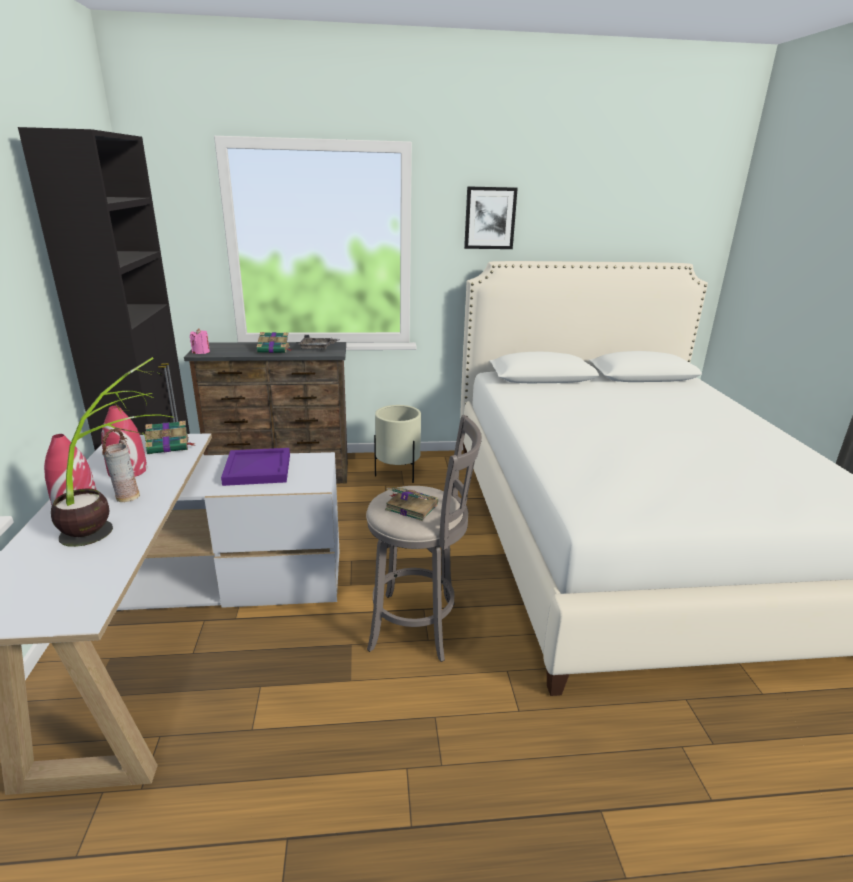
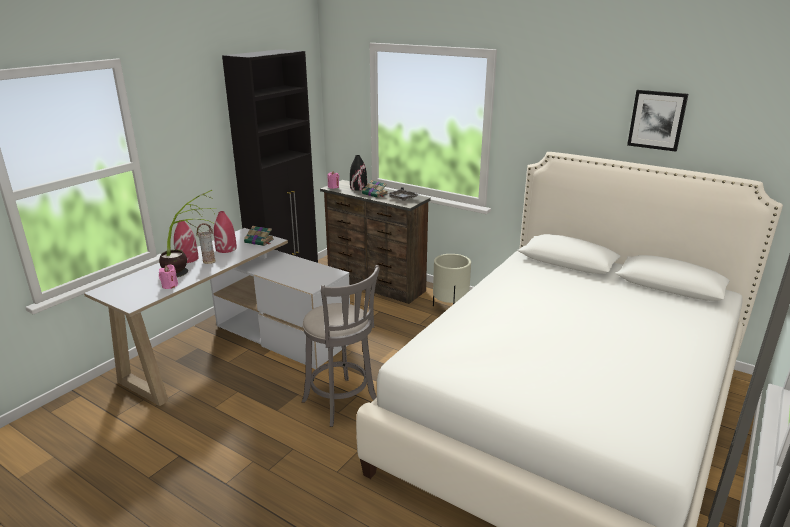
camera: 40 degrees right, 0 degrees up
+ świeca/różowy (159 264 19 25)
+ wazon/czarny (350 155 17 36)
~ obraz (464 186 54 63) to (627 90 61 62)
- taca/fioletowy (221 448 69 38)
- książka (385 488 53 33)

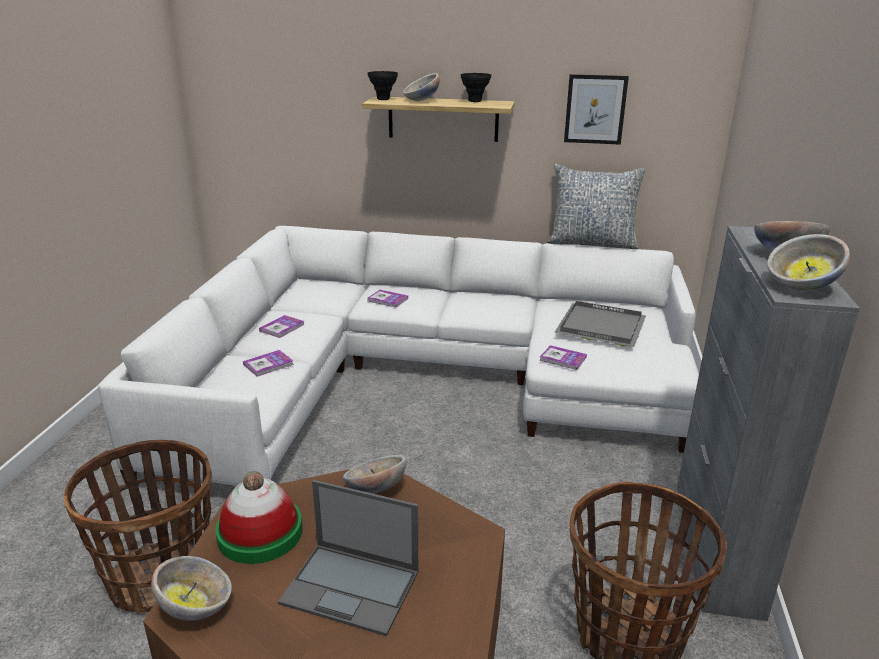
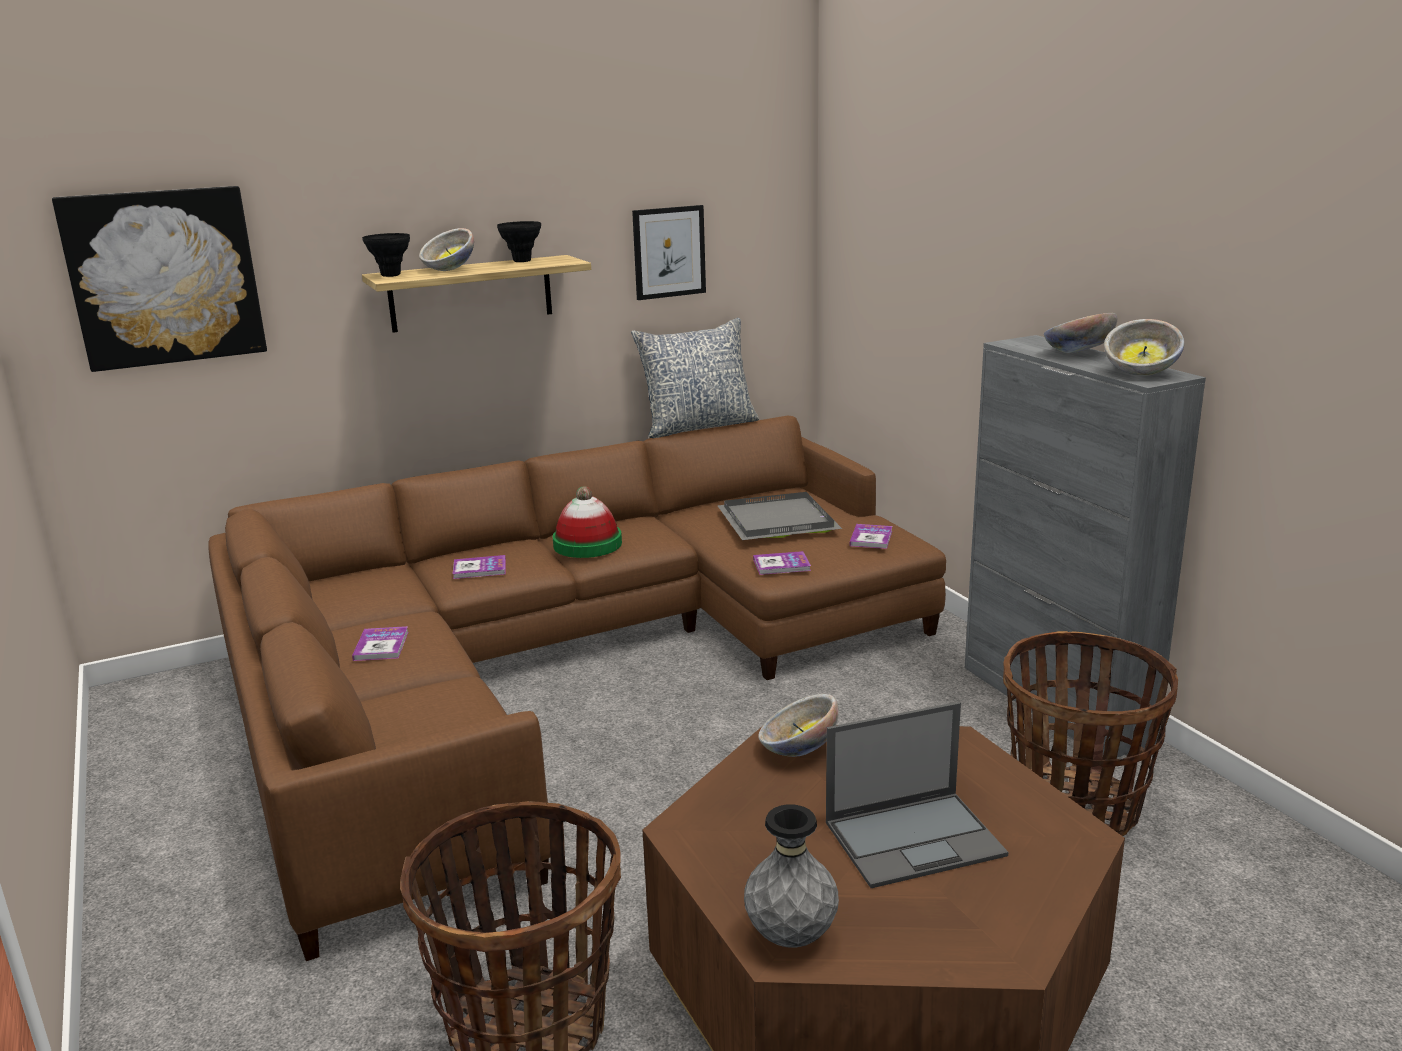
camera: 35 degrees left, 5 degrees down
+ obraz (52 186 215 186)
~ kanapa/biały (98 226 601 260) to kanapa/brązowy (208 416 738 545)
~ kapelusz (215 471 87 93) to (553 486 69 72)
~ miska (151 556 81 65) to wazon/szary (744 804 95 144)
~ książka (243 350 51 27) to (850 524 42 25)

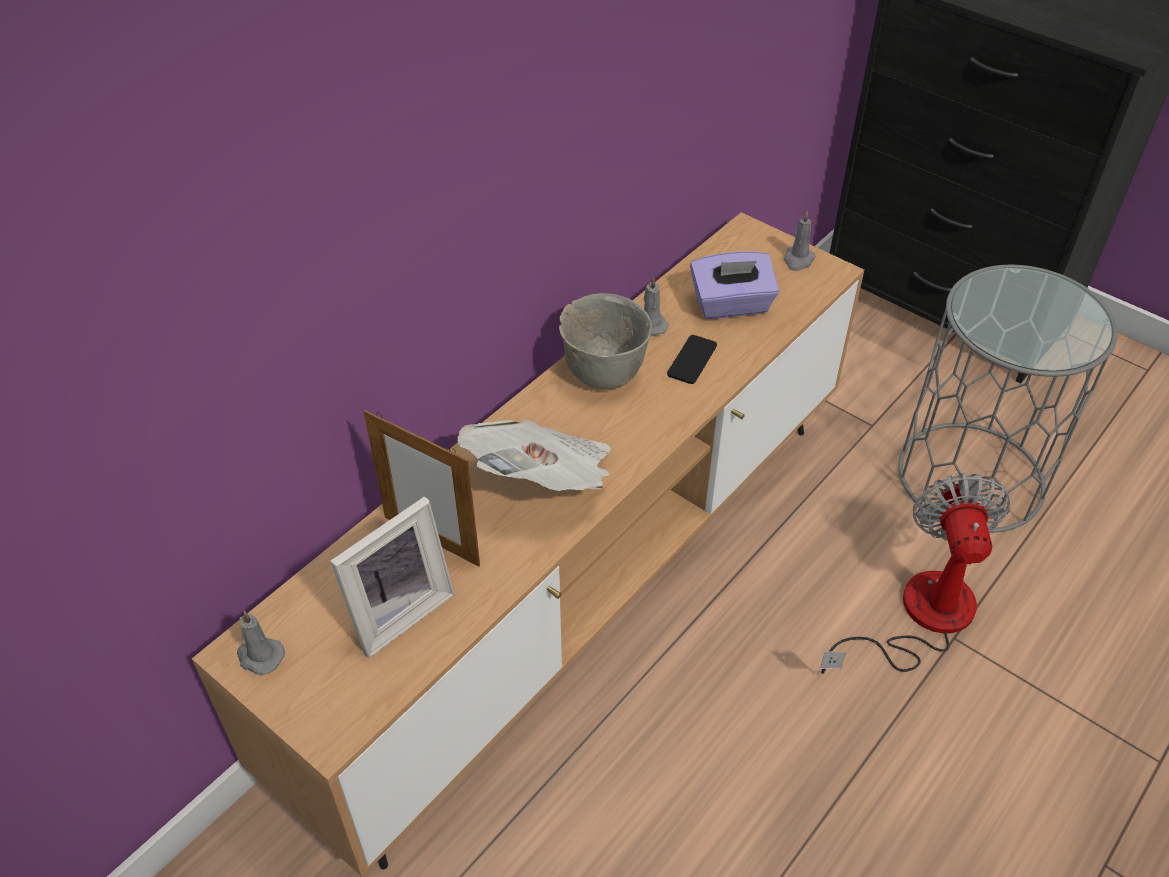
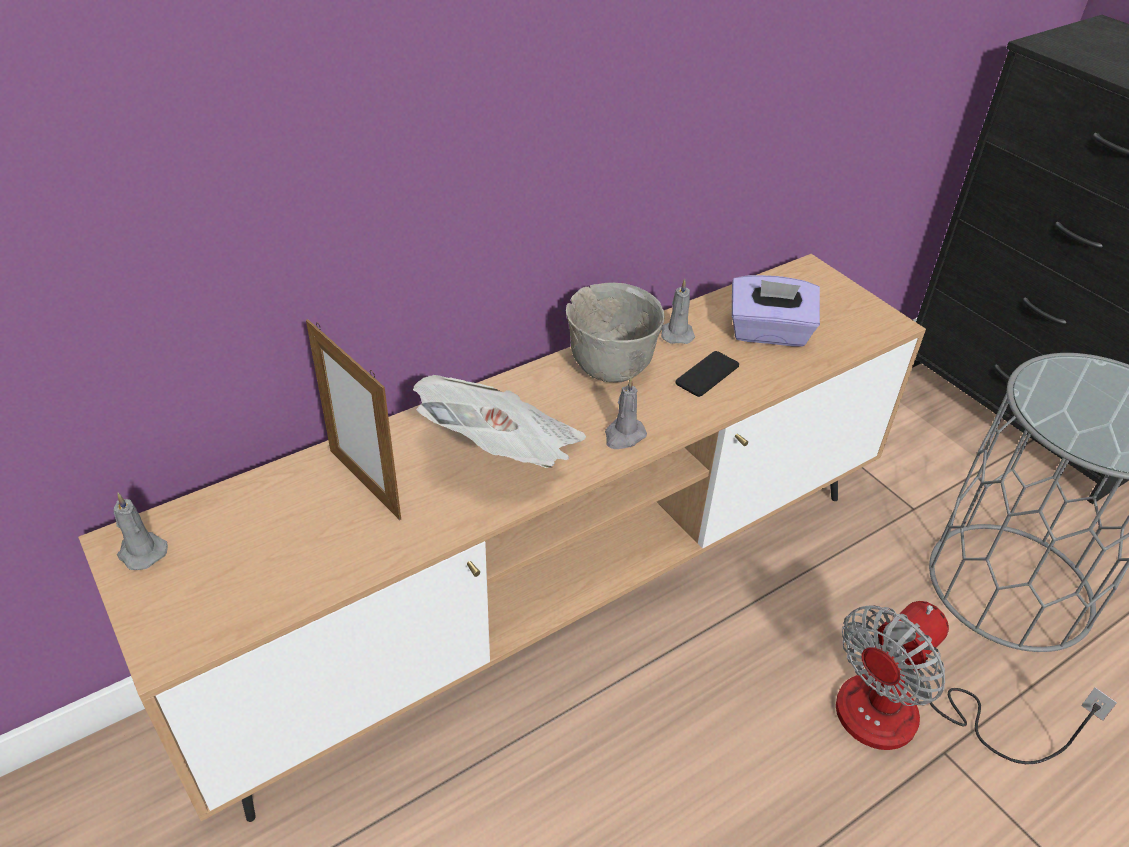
camera: 15 degrees right, 5 degrees down
~ świeca/szary (784 211 32 60) to (605 377 42 72)
~ wentylator (820 473 190 201) = (836 601 281 163) 150 degrees counterclockwise
- ramka na zdjęcie (330 496 124 162)

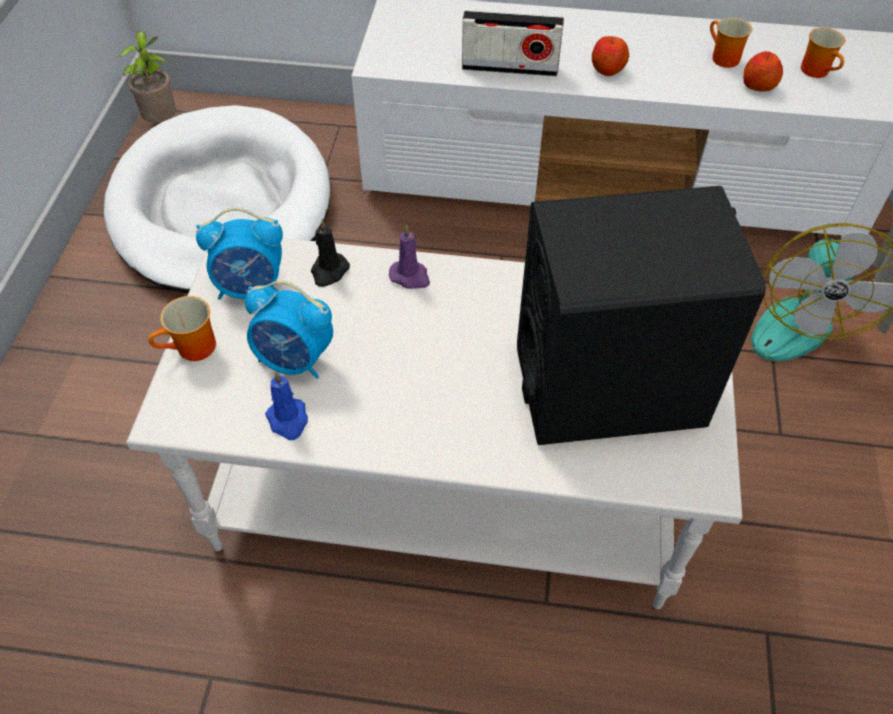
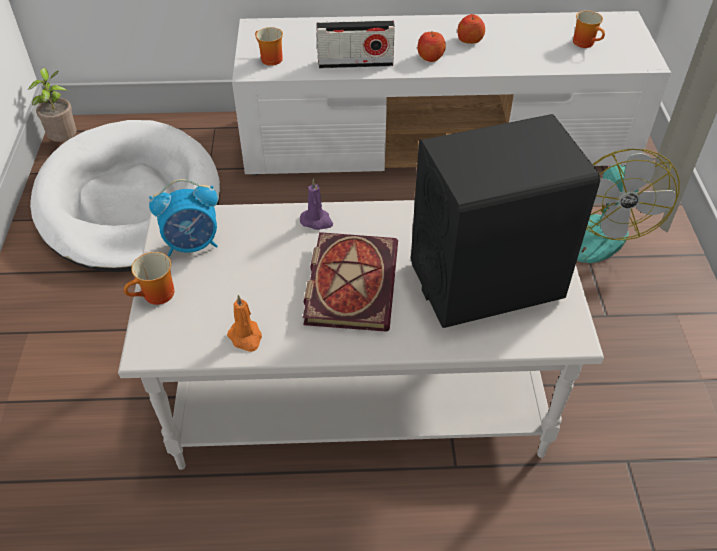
camera: 10 degrees left, 5 degrees down
~ świeca/niebieski (265 371 43 69) to świeca/pomarańczowy (227 295 35 57)
~ kubek (710 18 43 50) to (255 27 28 39)
+ książka (303 232 95 100)
~ jabłko (743 51 40 41) to (457 14 28 30)
- budzik (245 281 88 98)
- świeca/czarny (311 219 39 68)

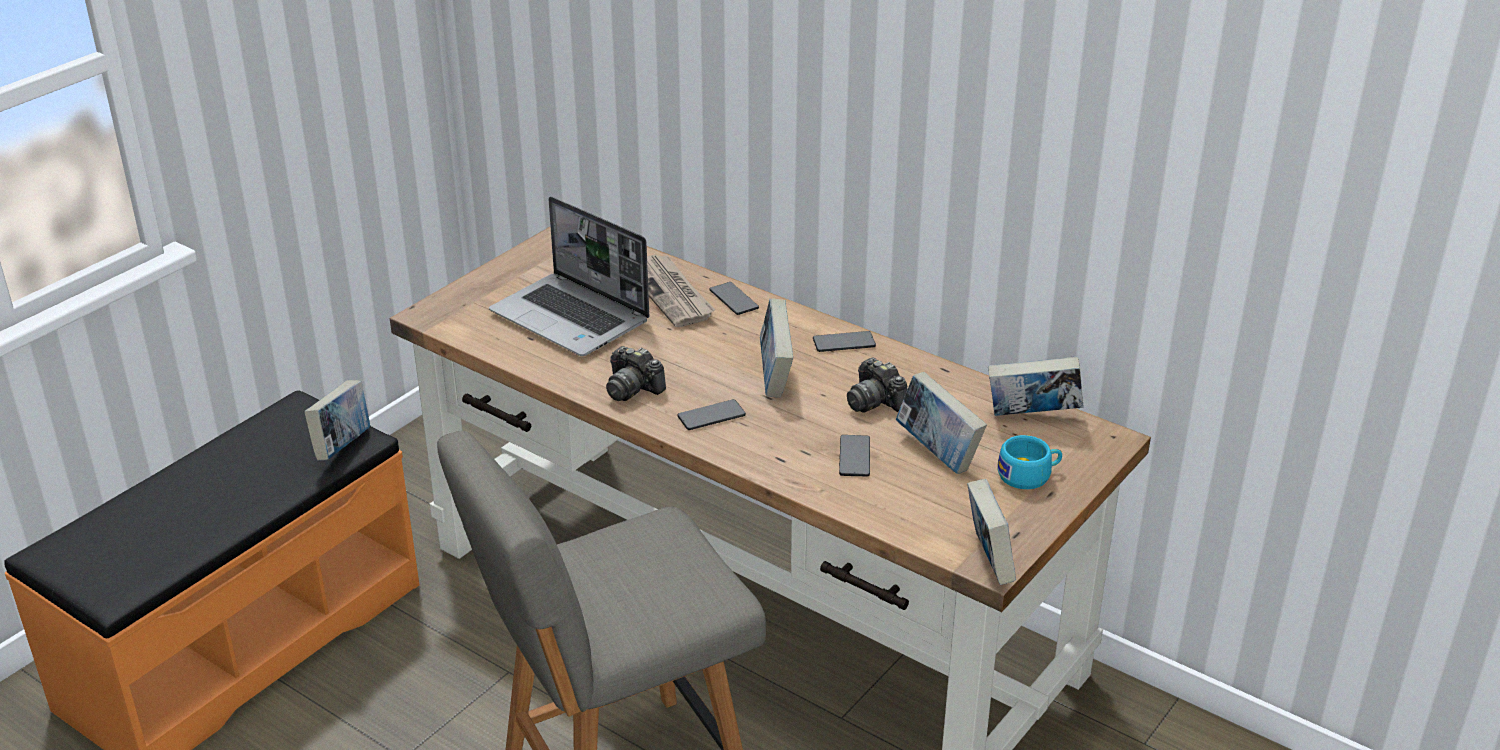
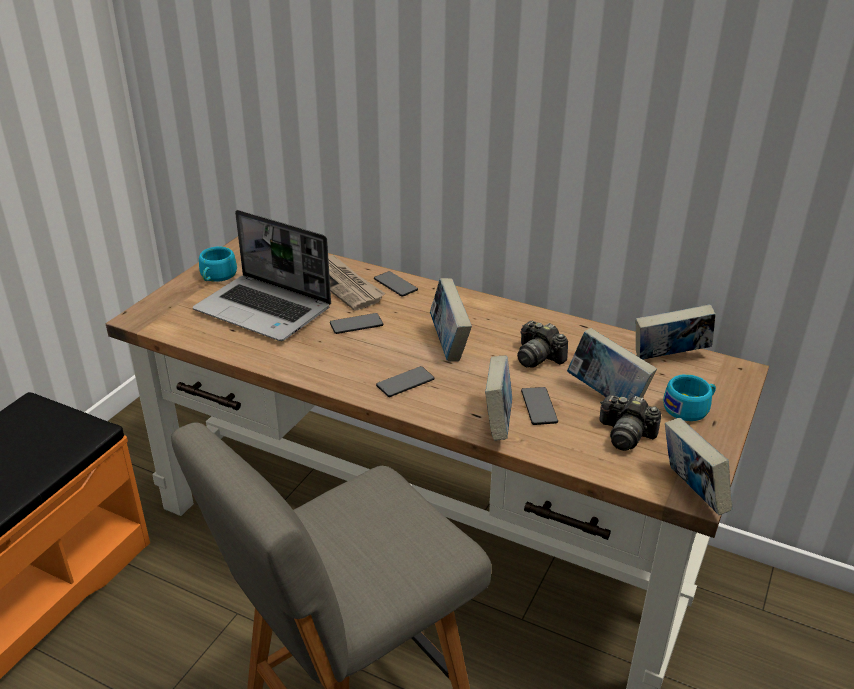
camera: 10 degrees left, 0 degrees up
+ filiżanka/turkusowy (199 246 38 36)
~ telefon (813 331 63 21) to (330 313 53 21)
~ książka (304 380 66 81) to (485 356 27 85)
~ aparat fotograficzny (606 346 60 55) to (600 395 61 56)

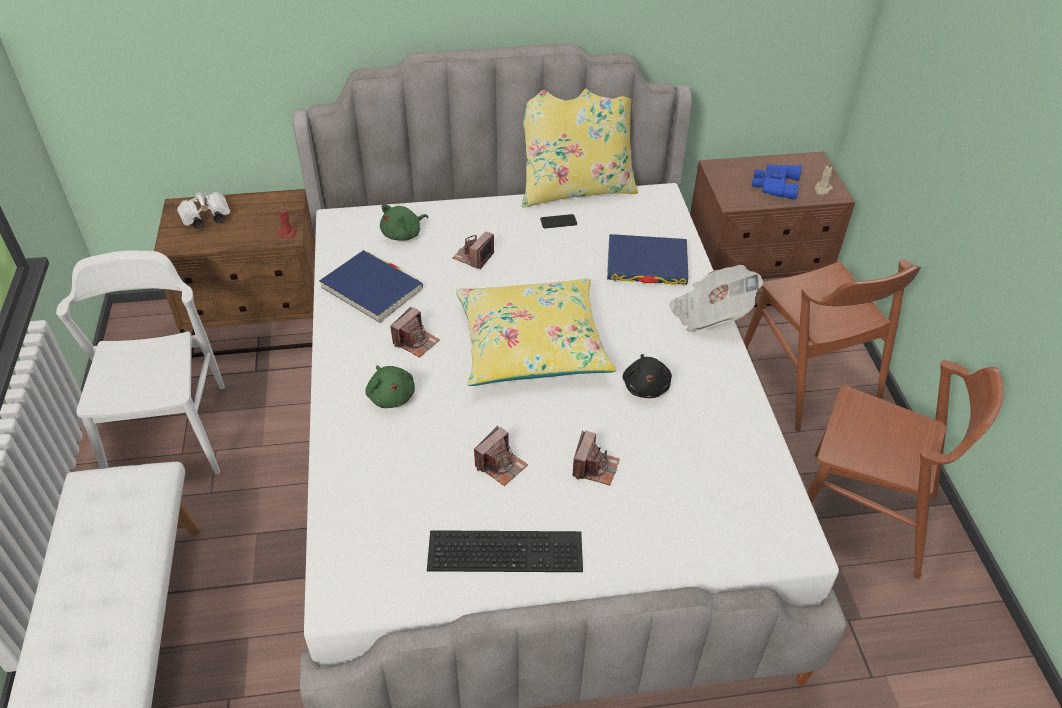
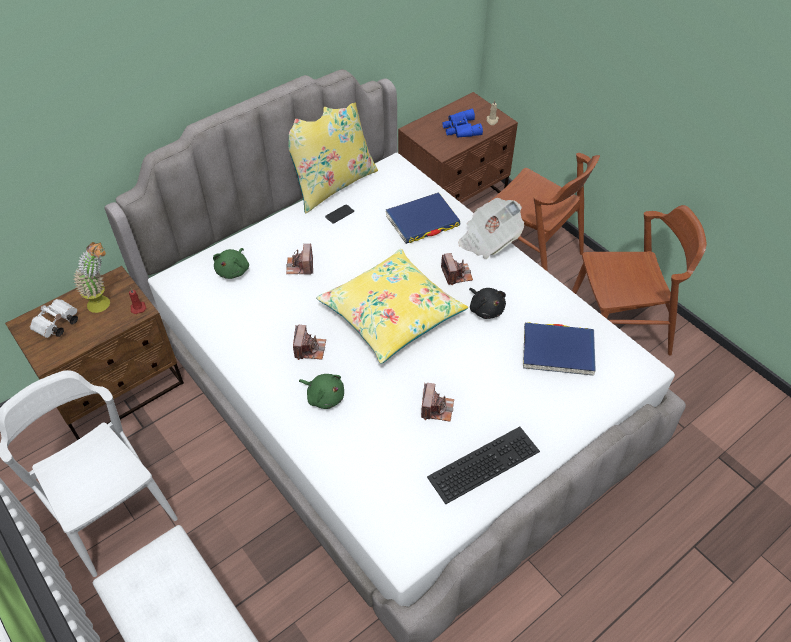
camera: 30 degrees left, 5 degrees up
+ roślina doniczkowa (74 242 36 71)
~ aparat fotograficzny (572 430 48 55) to (441 253 32 32)
~ książka/niebieski (319 250 104 73) to (523 322 73 54)

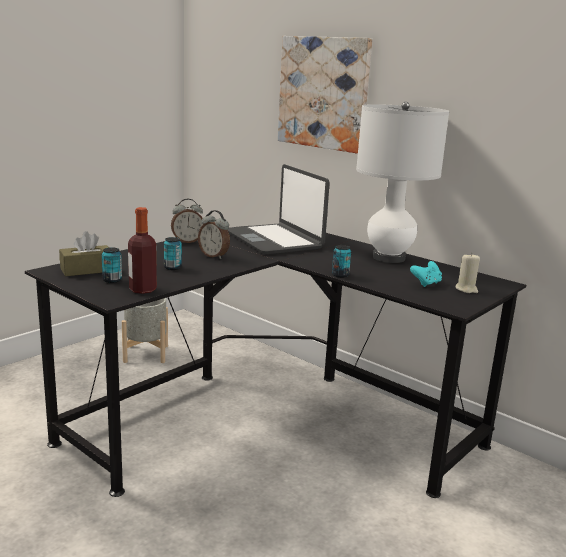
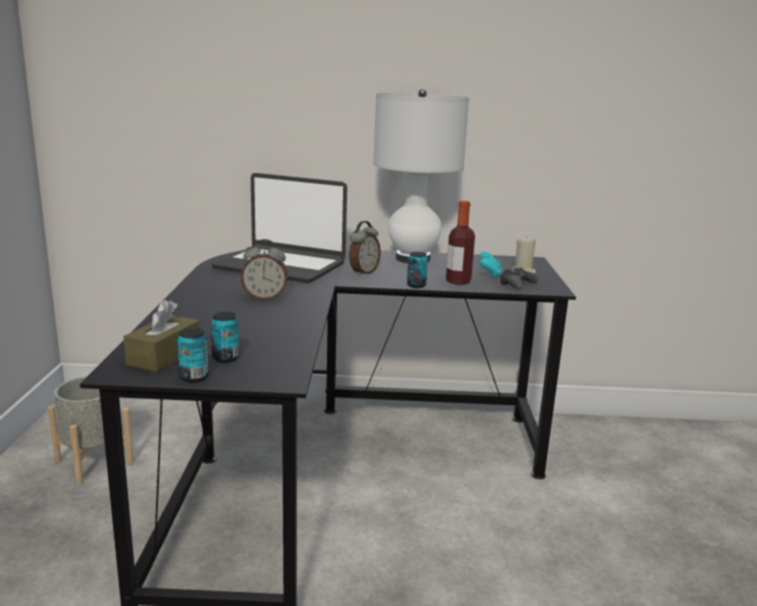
camera: 40 degrees left, 0 degrees up
~ puszka (164 237 18 33) to (177 328 32 55)
~ budzik (171 198 32 45) to (349 221 32 55)
~ butelka (128 207 29 87) to (446 201 29 84)
+ pad do gier/czarny (500 268 38 22)
- obraz (278 36 94 118)

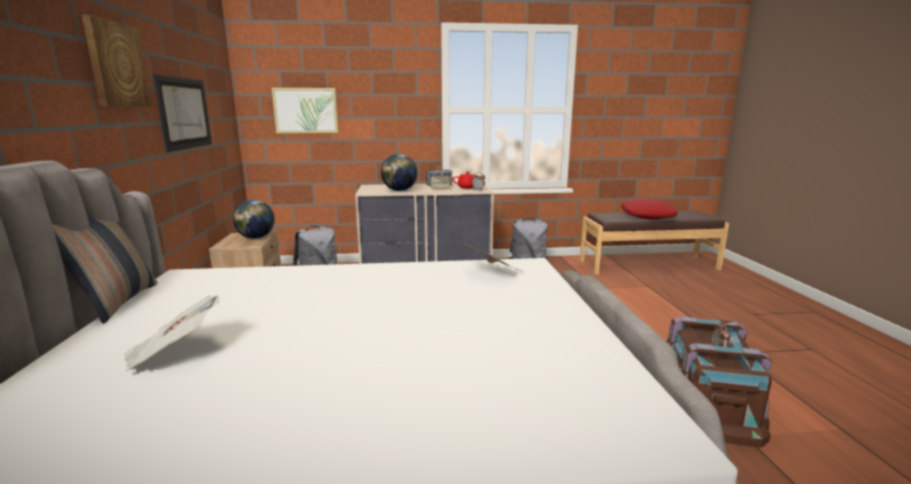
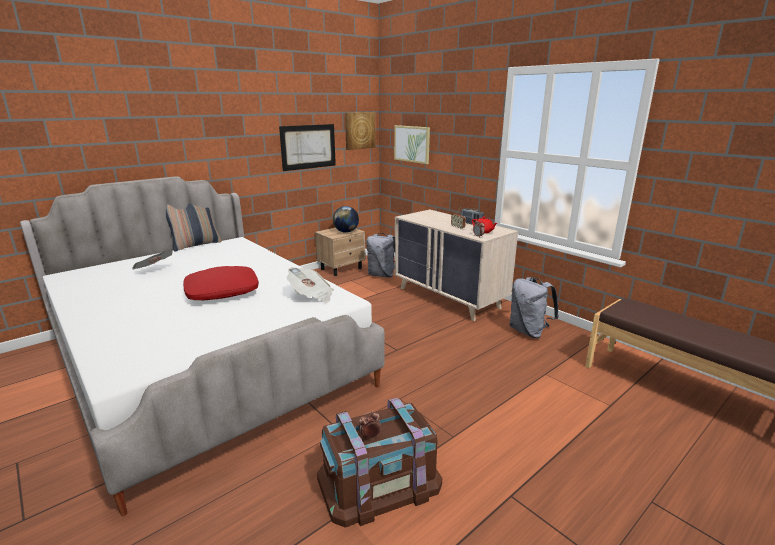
camera: 55 degrees right, 5 degrees up
~ poduszka/czerwony (621 198 56 22) to (183 266 76 34)
~ obraz (82 15 70 92) to (345 112 30 38)
- globus (381 154 36 37)

